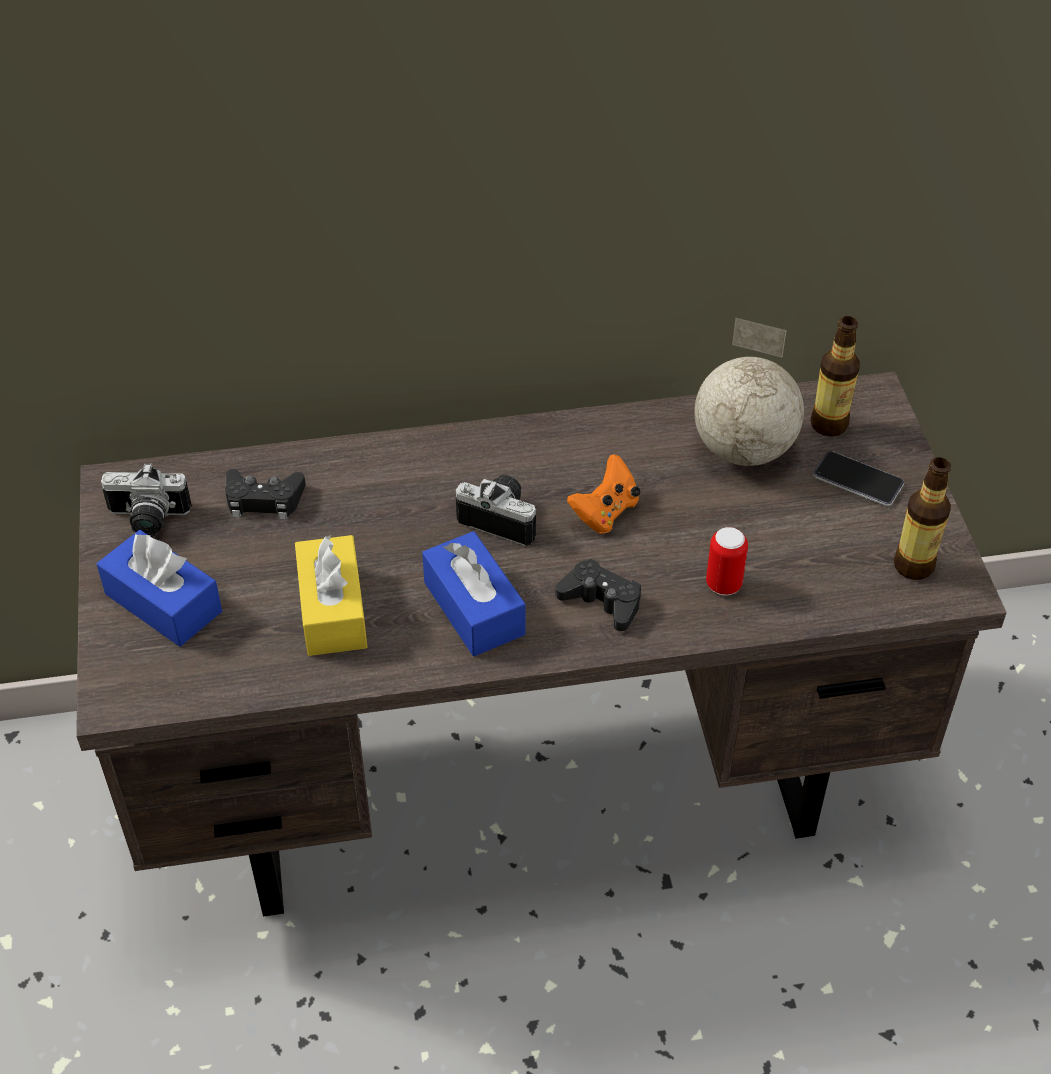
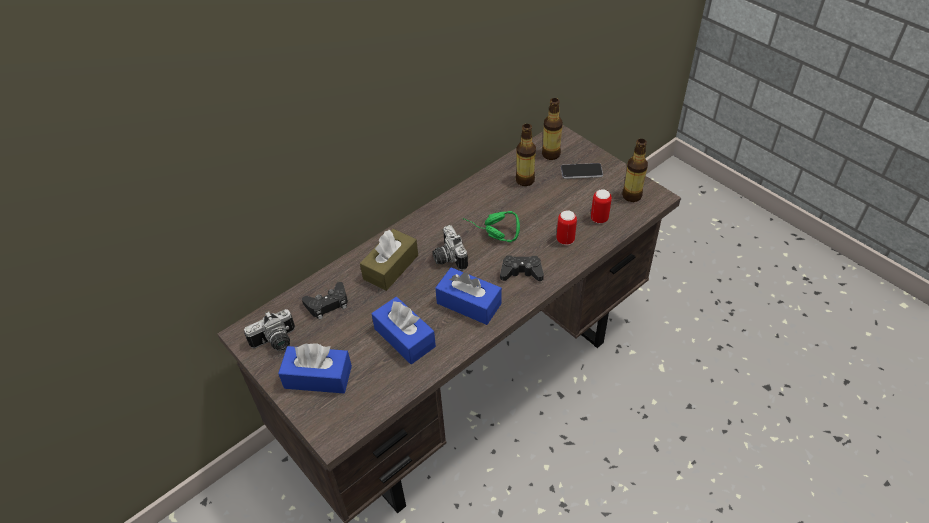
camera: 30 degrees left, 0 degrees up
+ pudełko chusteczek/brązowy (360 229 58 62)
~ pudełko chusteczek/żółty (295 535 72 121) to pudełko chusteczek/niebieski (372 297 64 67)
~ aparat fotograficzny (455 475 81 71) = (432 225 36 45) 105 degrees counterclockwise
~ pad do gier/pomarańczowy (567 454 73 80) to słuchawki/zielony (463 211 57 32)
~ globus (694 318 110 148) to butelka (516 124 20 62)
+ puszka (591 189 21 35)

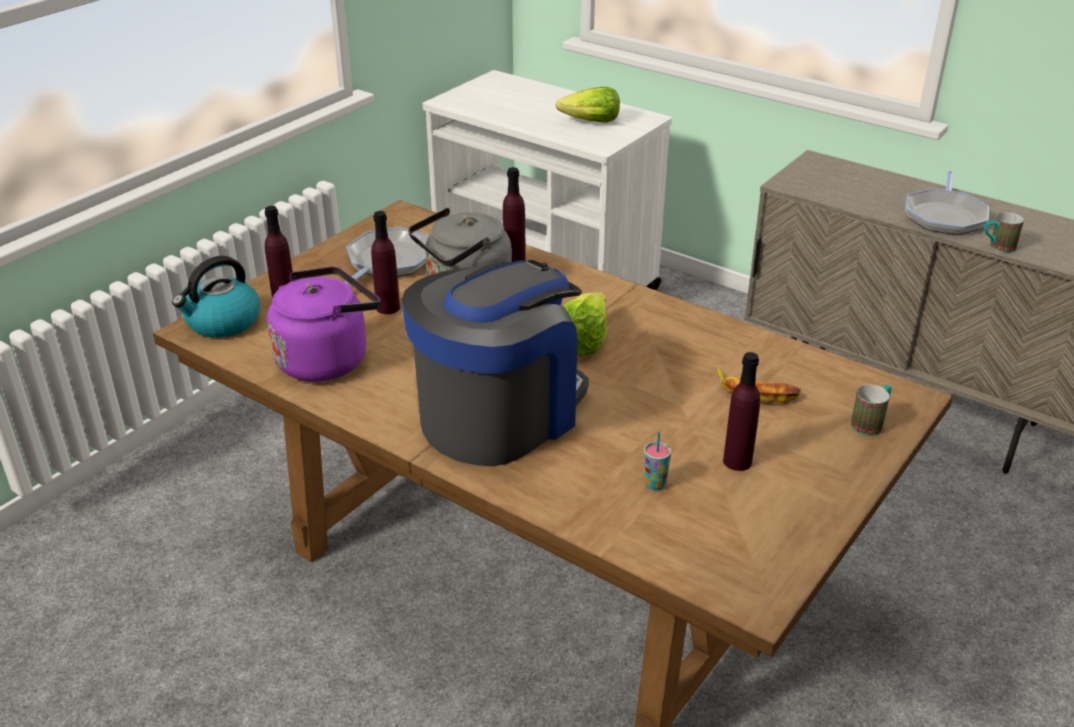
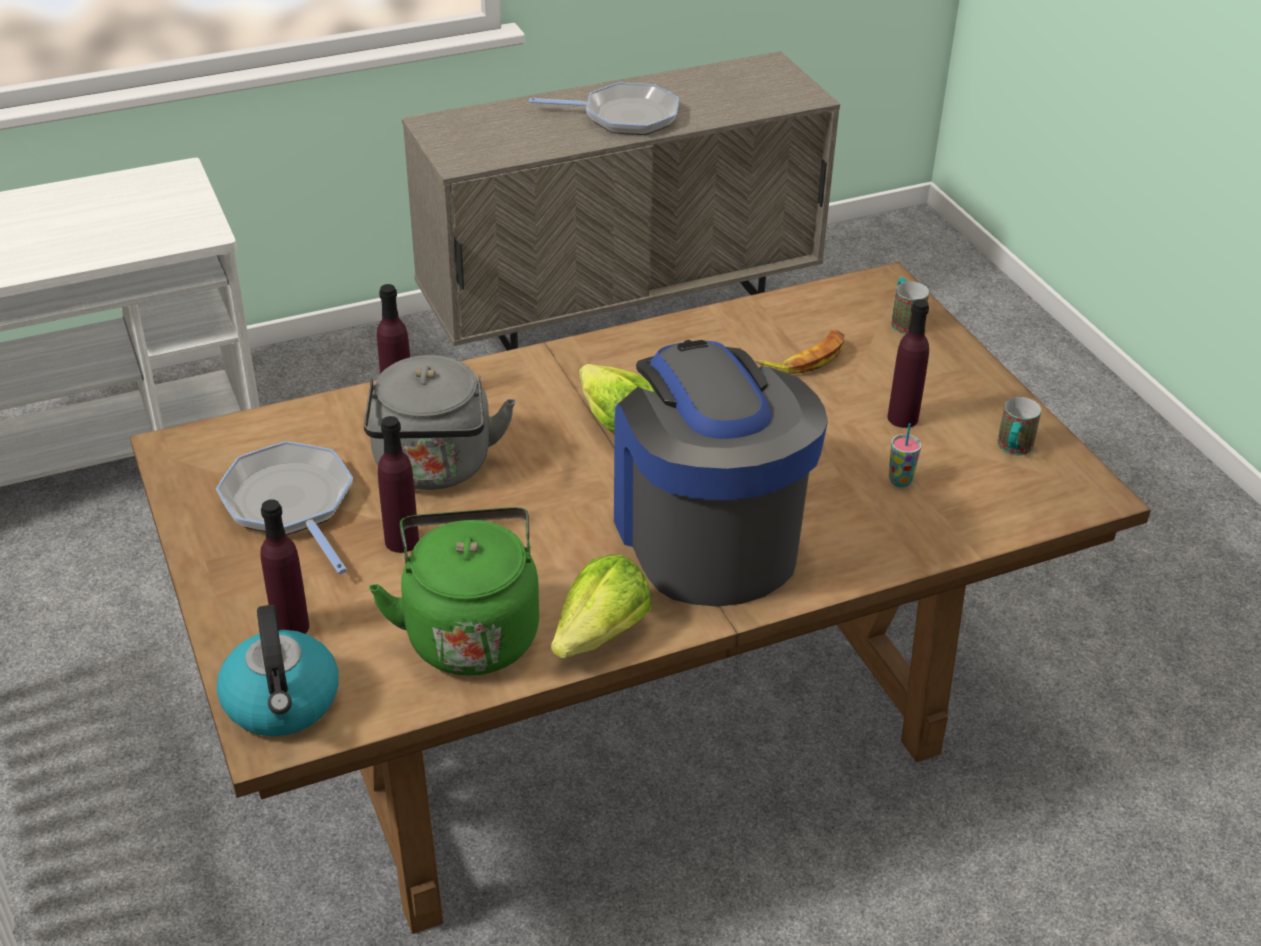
camera: 60 degrees left, 5 degrees up
~ czajnik/fioletowy (267 266 113 116) to czajnik/zielony (369 507 170 169)
~ patelnia (905 171 84 64) = (529 82 150 53) 45 degrees counterclockwise
~ sałata (556 87 64 36) to (551 554 100 105)
~ kubek (984 212 40 41) to (997 397 44 59)

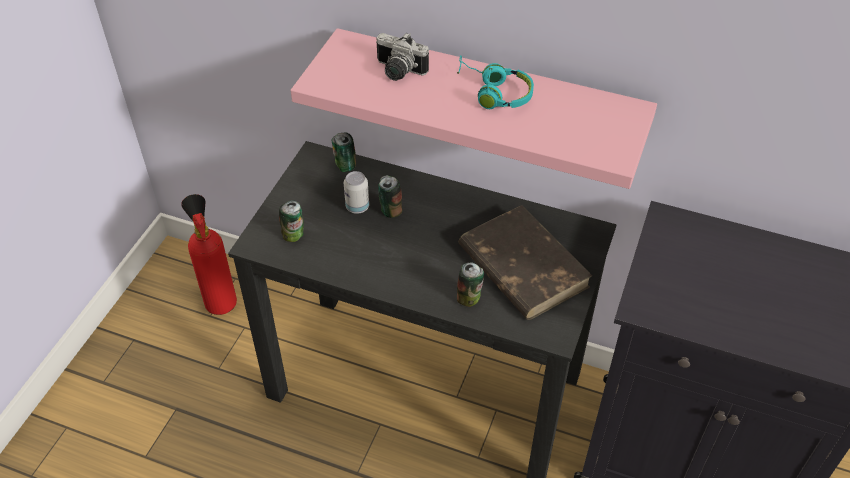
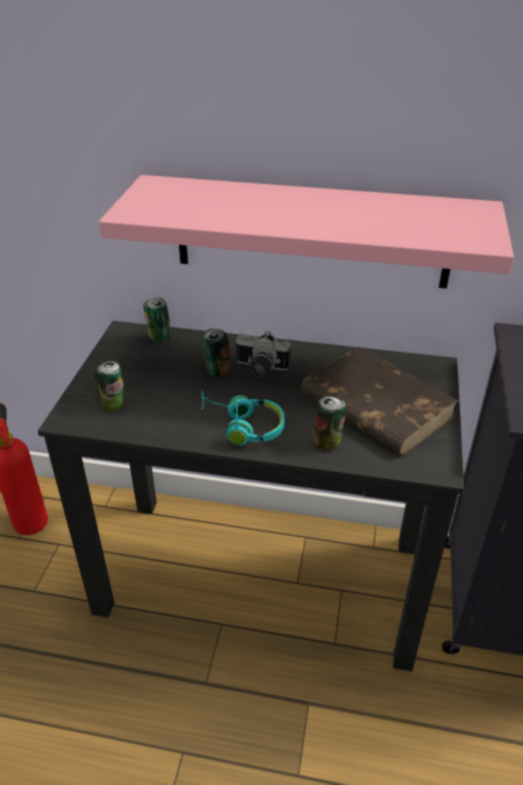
camera: 10 degrees left, 10 degrees down
~ słuchawki/turkusowy (457 55 77 54) to (201 390 84 56)
~ aparat fotograficzny (376 32 53 49) to (236 330 55 48)
- puszka (344 171 25 43)

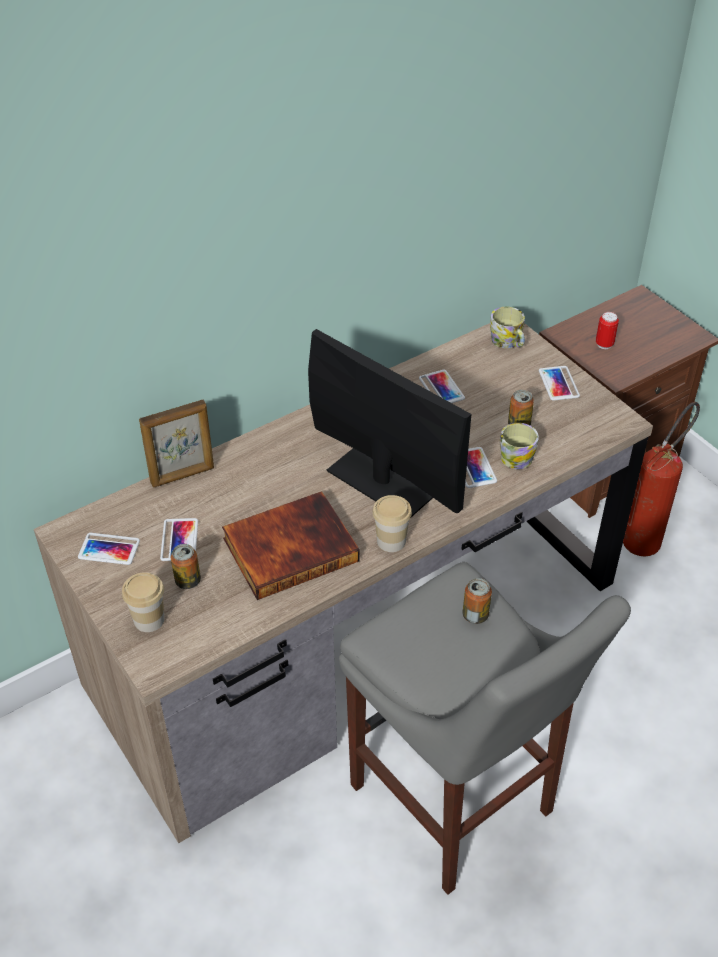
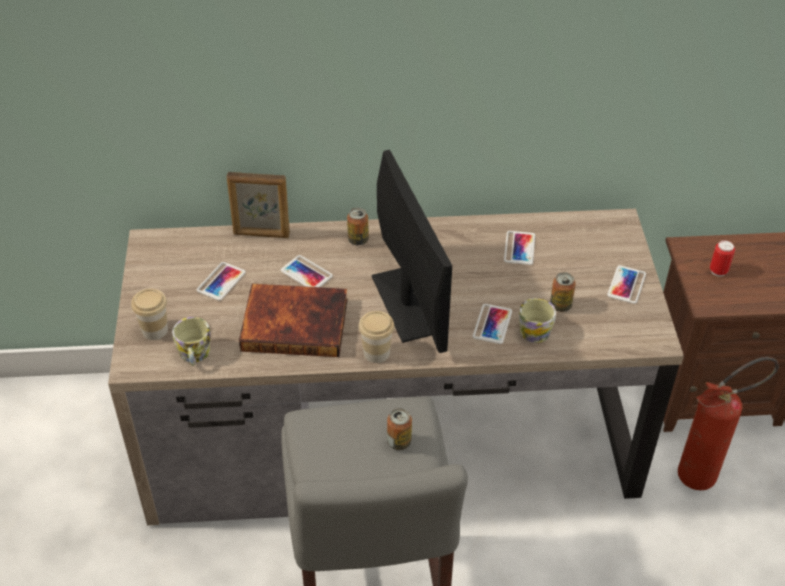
camera: 30 degrees right, 0 degrees up
~ kubek (490 307 35 41) to (172 317 39 49)
~ telefon (78 533 62 32) to (281 255 52 32)
~ puszka (171 544 30 45) to (347 207 22 38)

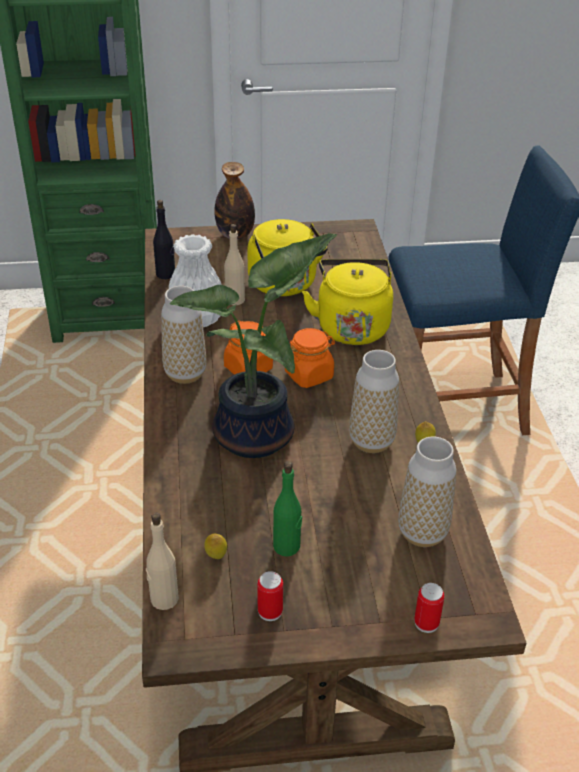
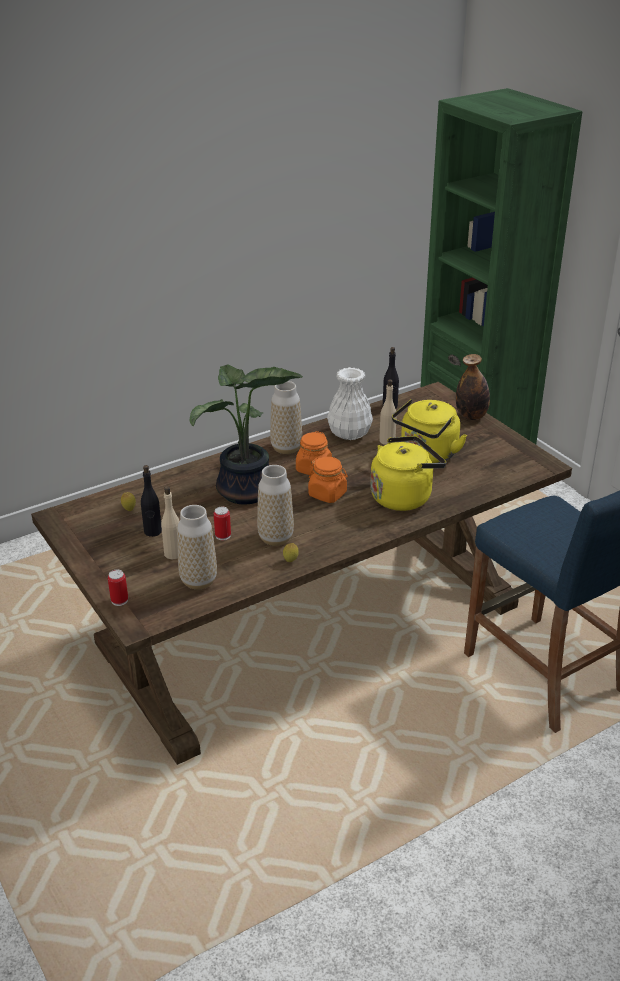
camera: 65 degrees right, 5 degrees down
~ butelka/zielony (273 461 29 96) to butelka/czarny (141 465 21 72)
~ butelka/beżowy (146 513 33 97) to (161 486 18 73)
~ puszka (257 571 26 50) to (214 507 17 33)

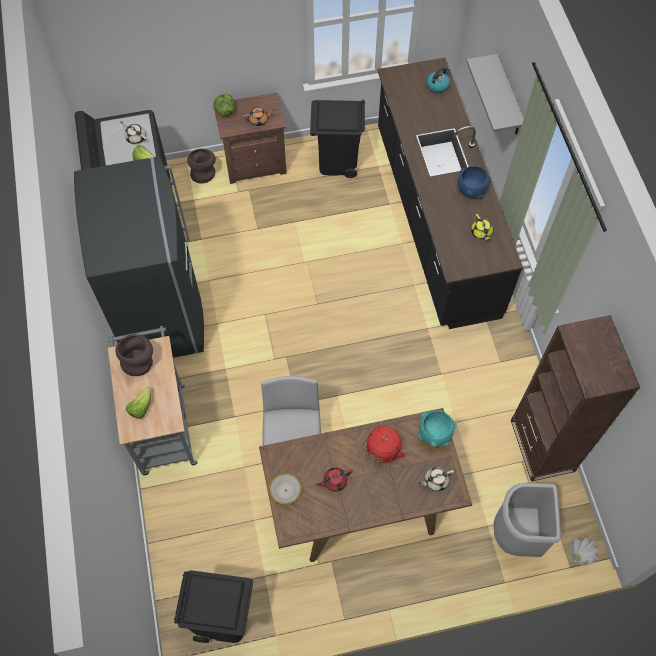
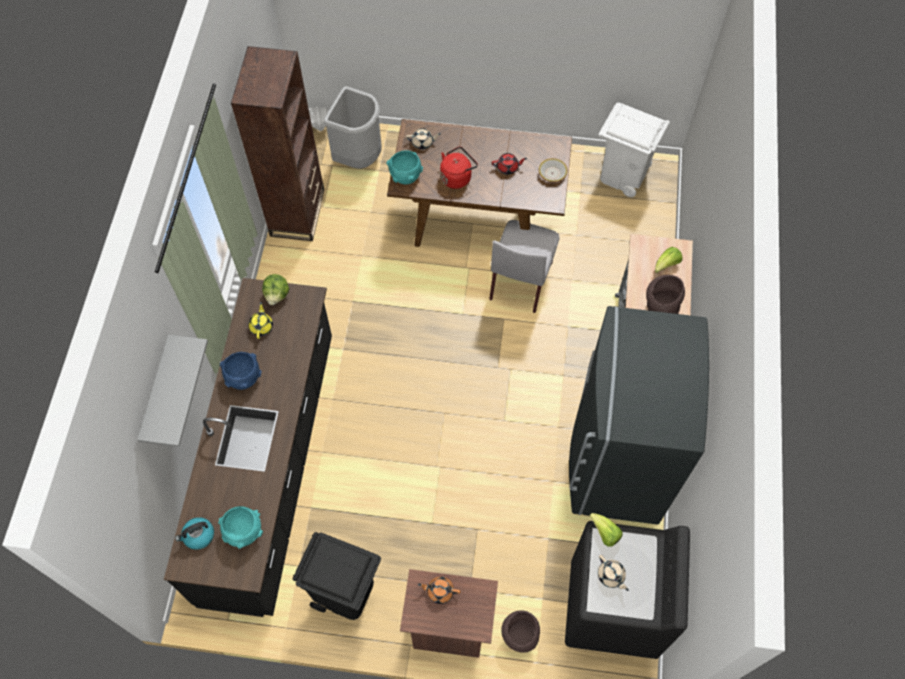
camera: 160 degrees left, 0 degrees up
+ miska/turkusowy (218 506 45 43)
~ sałata (214 93 21 24) to (262 274 27 31)
~ kosz na śmieci/czarny (174 570 79 73) to kosz na śmieci/biały (598 103 72 94)

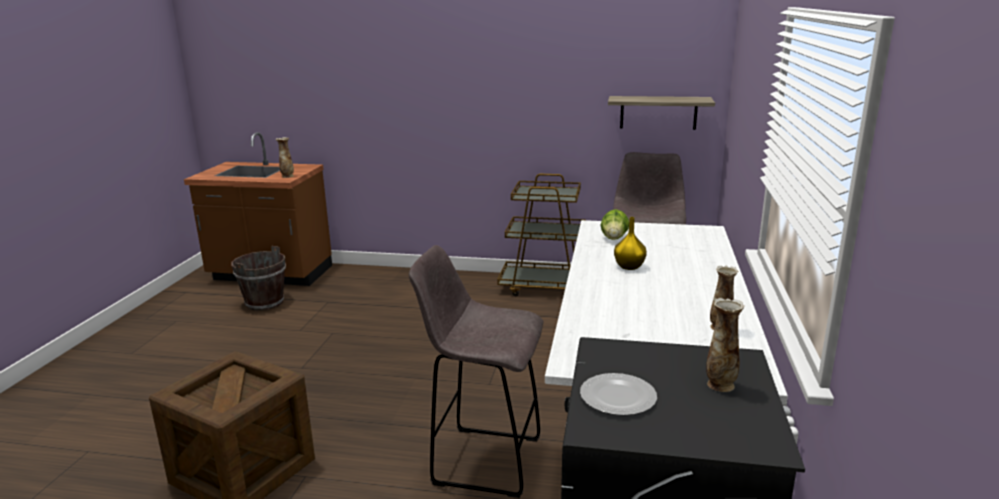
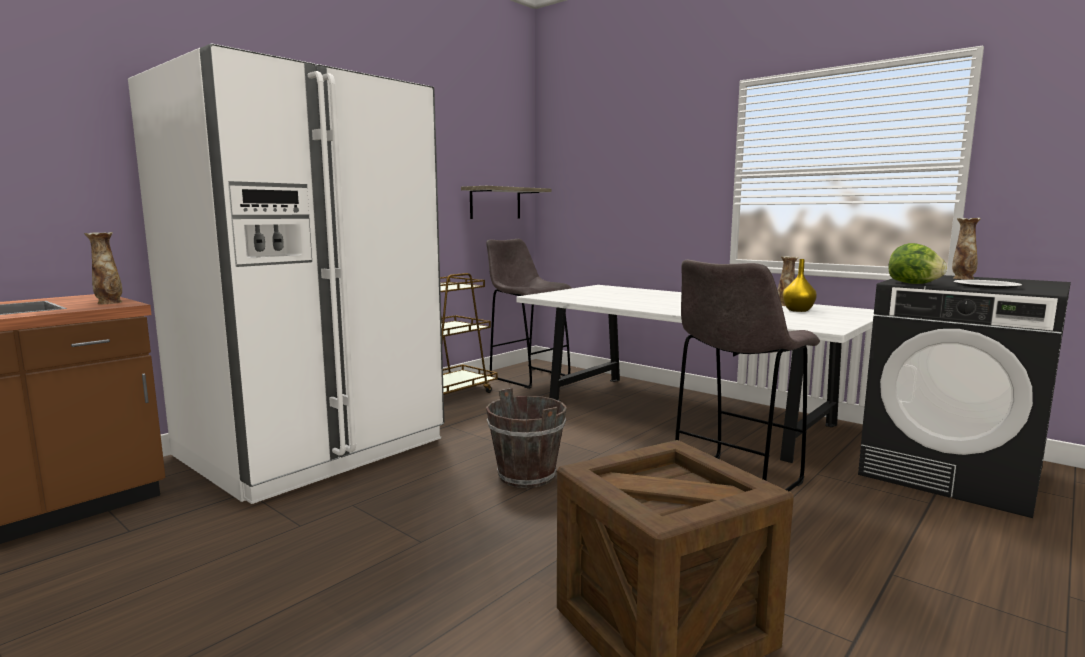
camera: 60 degrees left, 10 degrees down
+ lodówka/biały (128 43 316 461)
~ wiadro/brązowy (231 246 55 65) to (486 388 81 100)
~ wazon/żółty (614 217 33 53) to (782 259 35 53)
~ sałata (601 209 28 31) to (888 243 59 41)

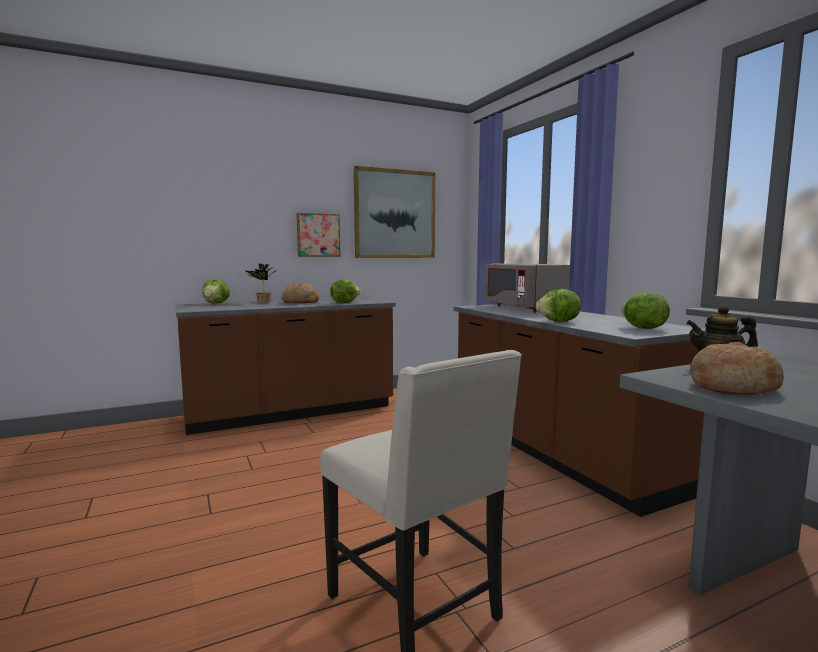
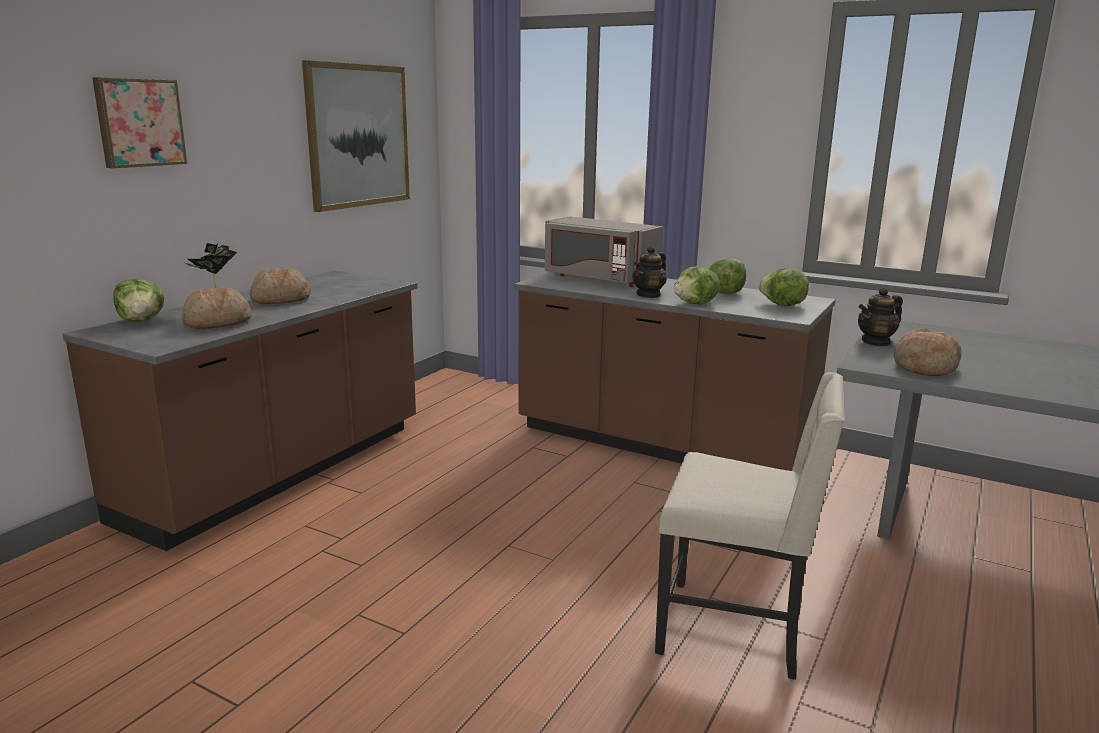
camera: 35 degrees left, 10 degrees up
~ obraz (297 213 44 44) to (92 77 95 91)
+ chleb (182 287 69 42)
+ imbryk (632 246 35 52)
~ sałata (330 279 31 24) to (709 258 37 36)

